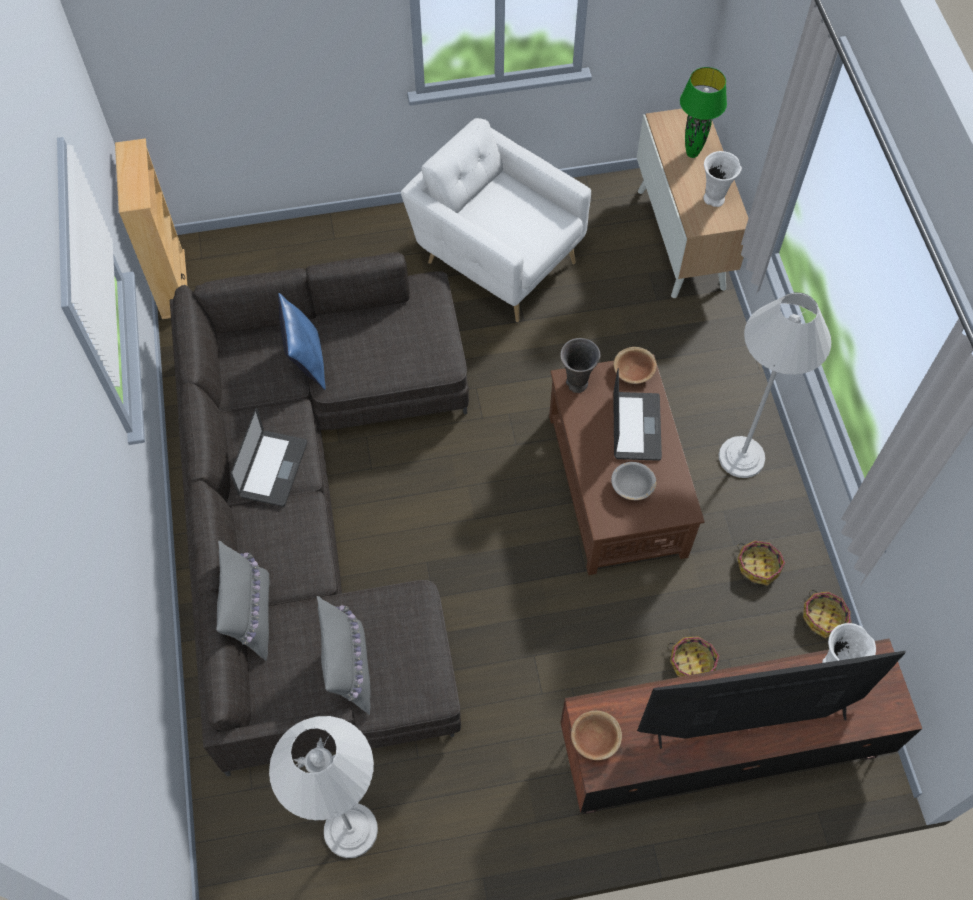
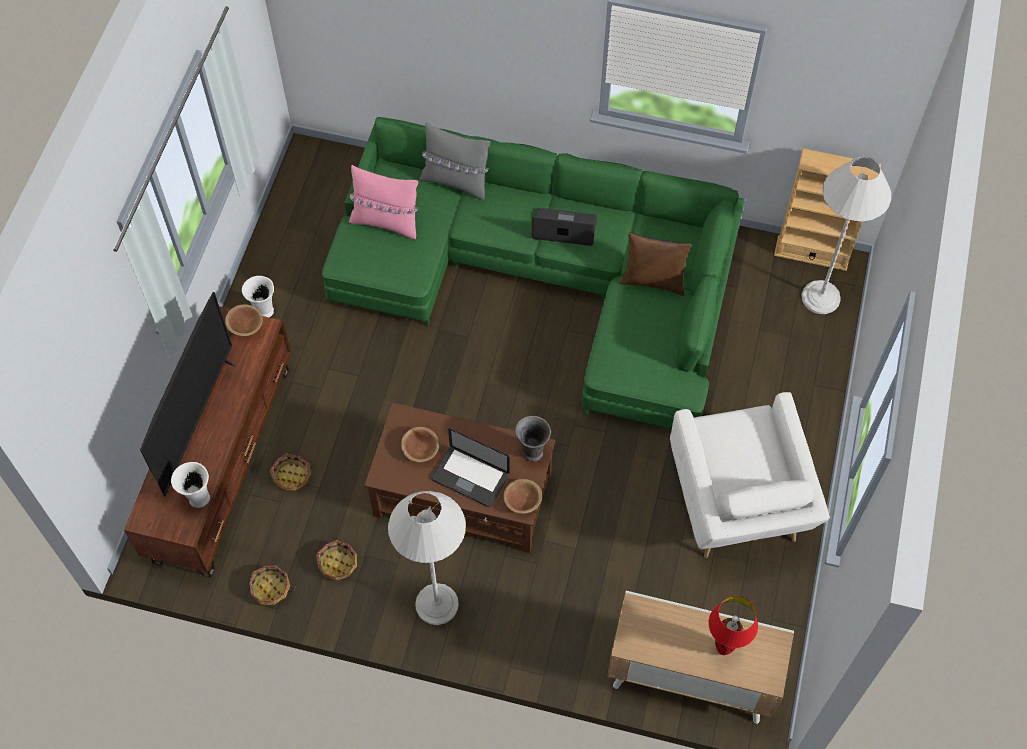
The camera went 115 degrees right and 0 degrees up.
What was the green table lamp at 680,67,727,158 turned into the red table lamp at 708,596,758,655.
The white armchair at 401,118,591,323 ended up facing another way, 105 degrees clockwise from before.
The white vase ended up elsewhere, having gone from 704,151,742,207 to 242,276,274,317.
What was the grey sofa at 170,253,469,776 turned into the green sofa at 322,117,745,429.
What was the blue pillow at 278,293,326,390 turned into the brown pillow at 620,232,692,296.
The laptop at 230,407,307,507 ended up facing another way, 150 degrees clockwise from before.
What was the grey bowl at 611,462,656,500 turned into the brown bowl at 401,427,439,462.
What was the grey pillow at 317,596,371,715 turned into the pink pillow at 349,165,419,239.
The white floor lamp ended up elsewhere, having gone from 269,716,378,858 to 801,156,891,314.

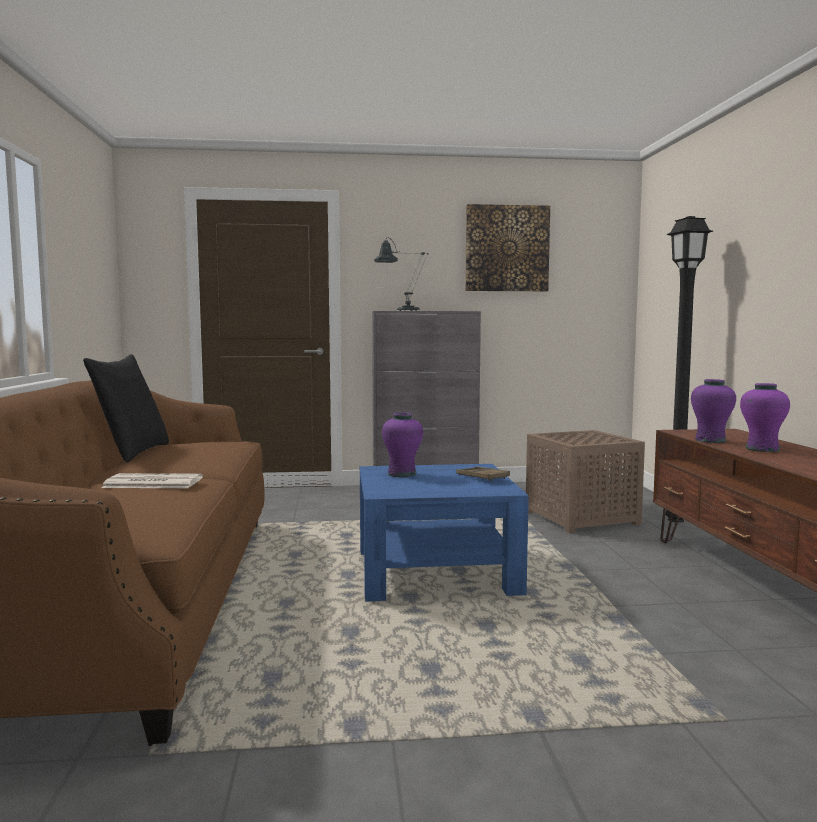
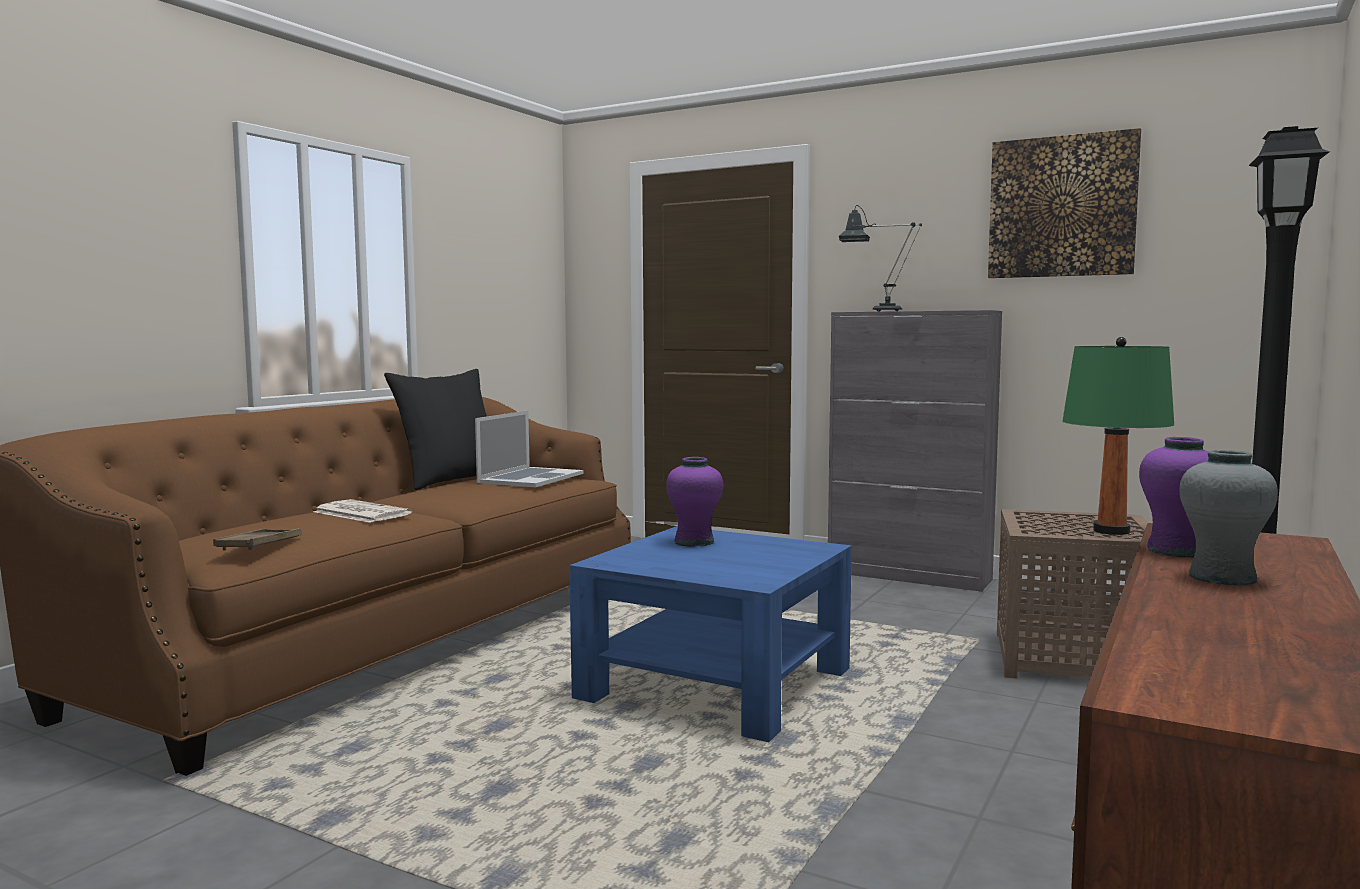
The camera went 35 degrees right and 0 degrees up.
What was the purple vase at 740,383,790,452 turned into the grey vase at 1179,450,1278,586.
The brown tray ended up elsewhere, having gone from 456,467,510,481 to 213,528,302,551.
The second view gained the green table lamp at 1062,337,1175,535.
The second view gained the laptop at 475,411,583,487.

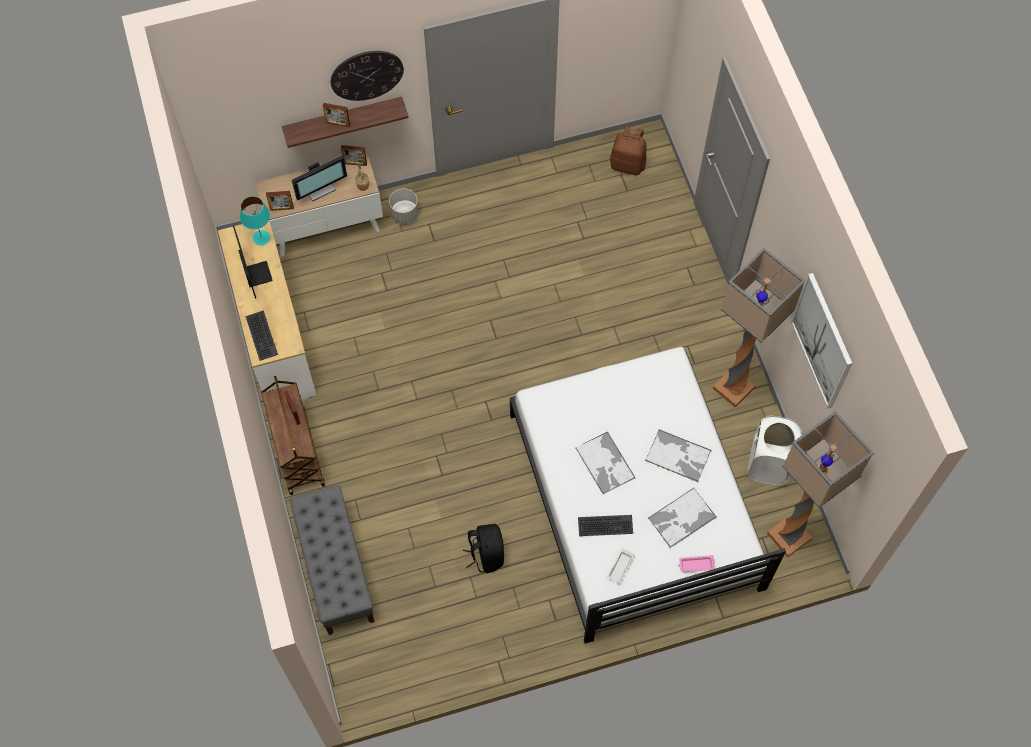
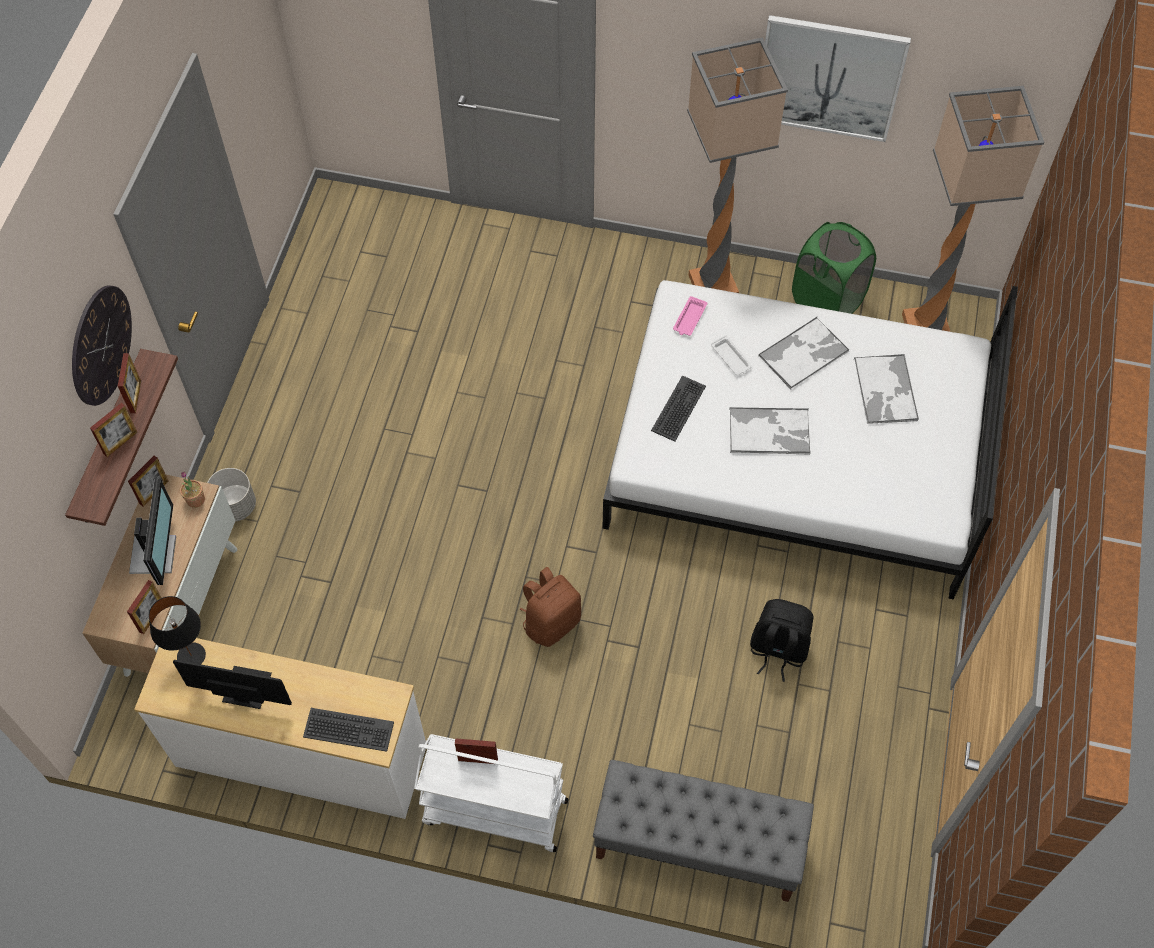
The camera went 60 degrees left and 5 degrees down.
The brown backpack ended up elsewhere, having gone from 610,125,646,176 to 520,567,581,647.
What was the turquoise table lamp at 240,196,270,245 turned into the black table lamp at 149,596,206,664.
What was the brown cart at 261,376,325,495 turned into the white cart at 414,734,569,852.
What was the white laundry basket at 747,416,802,486 turned into the green laundry basket at 792,222,876,314.
The keyboard ended up elsewhere, having gone from 578,515,633,536 to 651,375,706,442.
The white tray ended up elsewhere, having gone from 607,549,635,584 to 711,335,752,375.
The pink tray ended up elsewhere, having gone from 678,555,715,572 to 673,296,707,336.
The second view gained the picture frame at 118,353,141,413.

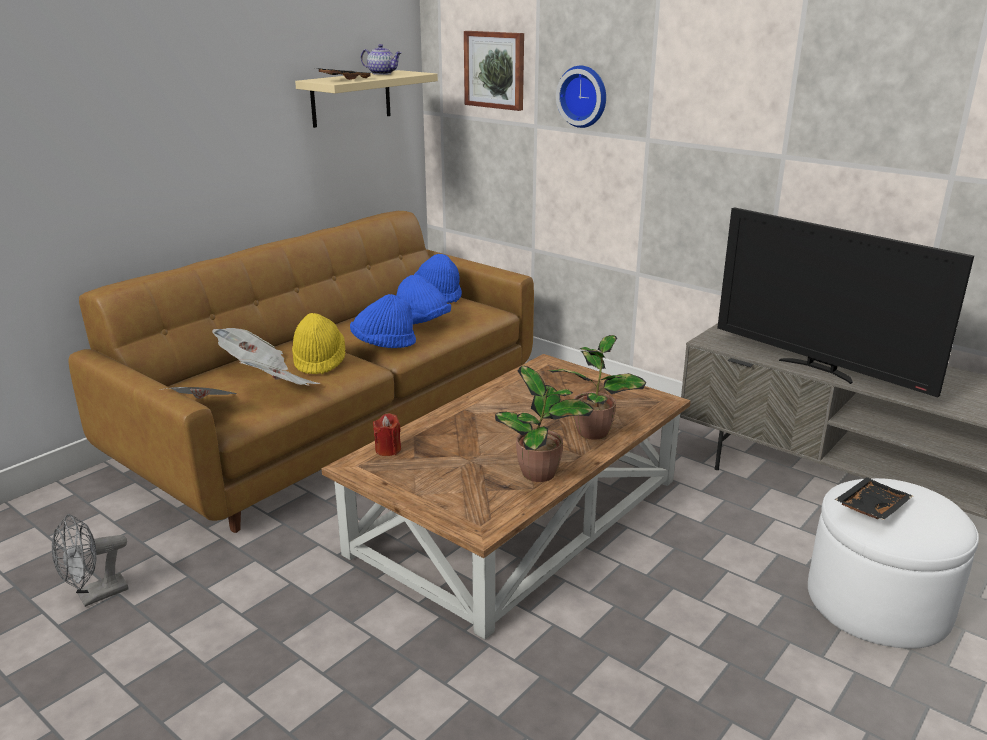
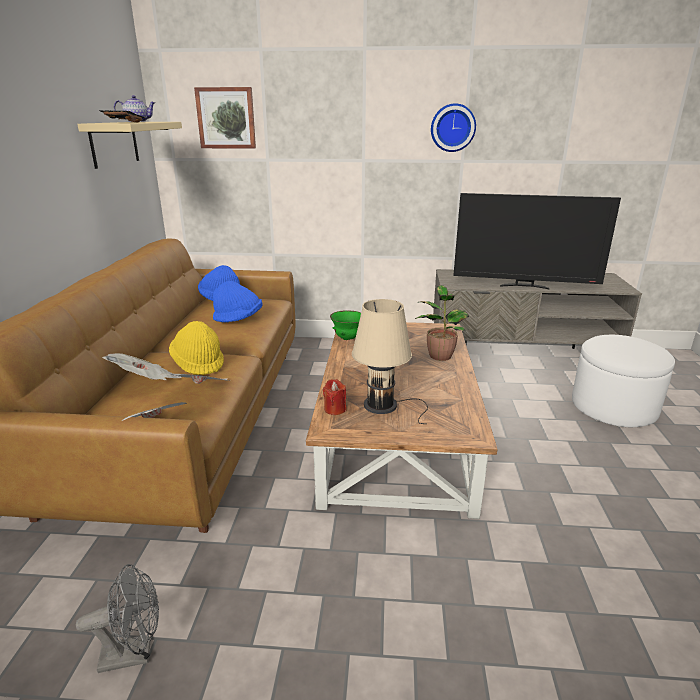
The camera went 35 degrees left and 0 degrees up.
The wall clock ended up elsewhere, having gone from 556,65,606,128 to 431,103,476,152.
The second view lost the blue hat at 350,294,416,348.
The second view lost the potted plant at 495,366,594,482.
The second view lost the black tray at 835,477,913,520.
The grey fan at 52,514,129,607 ended up facing another way, 120 degrees counterclockwise from before.
The second view gained the beige table lamp at 352,299,428,424.
The second view gained the green bowl at 330,310,361,340.

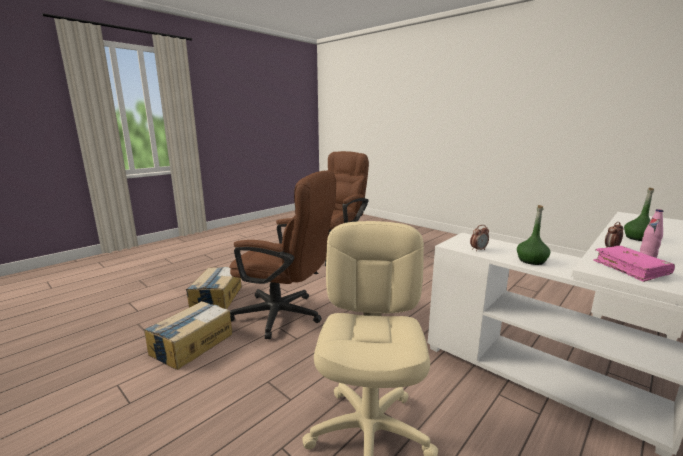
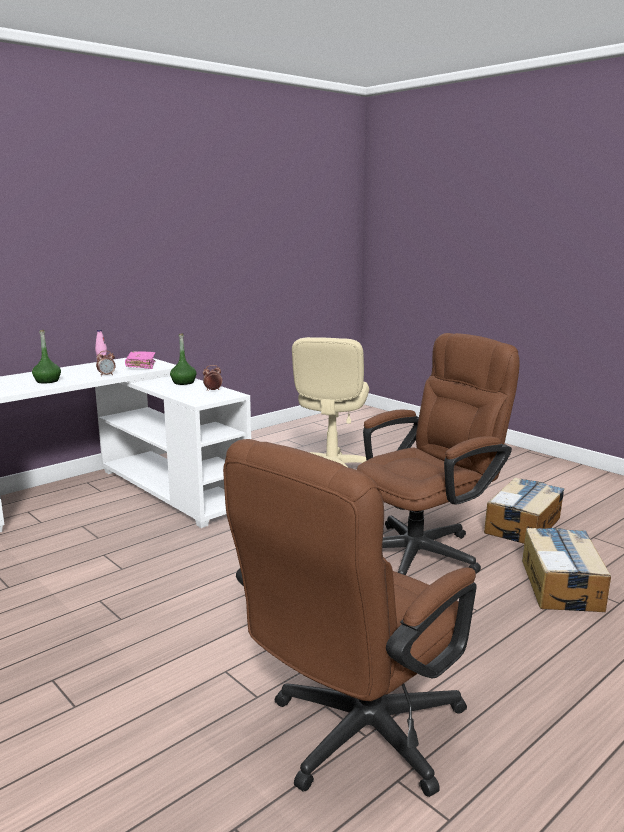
The camera went 175 degrees left and 0 degrees up.
The brown office chair at 229,170,336,339 ended up facing another way, 120 degrees clockwise from before.

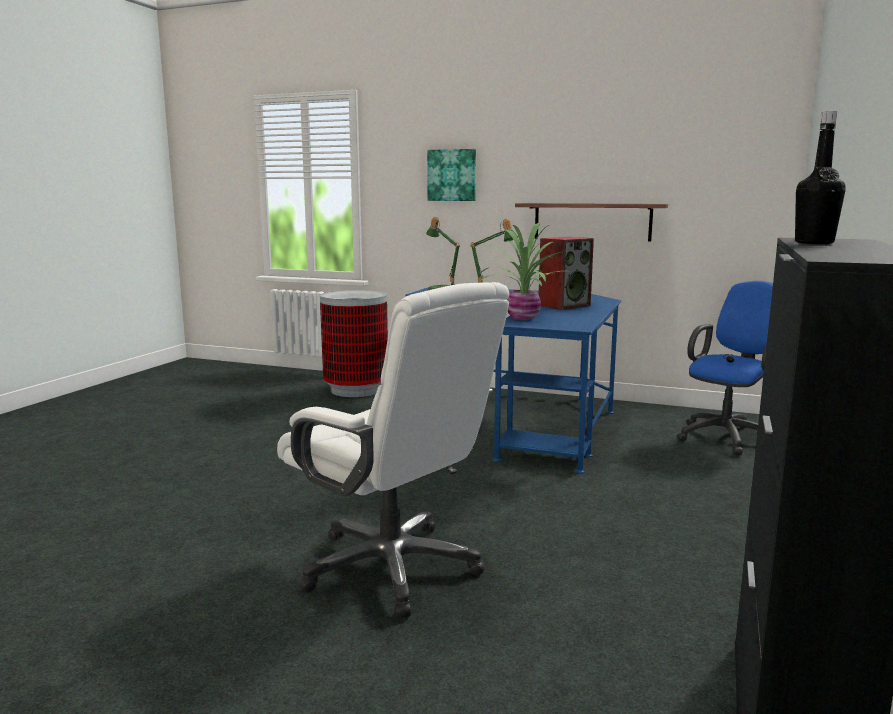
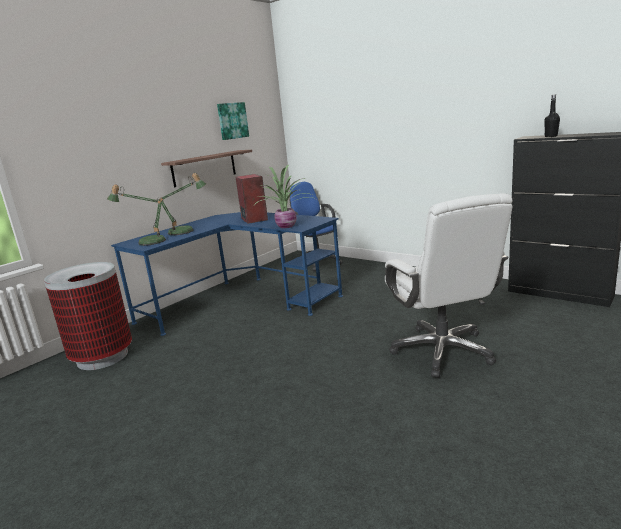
The camera went 70 degrees left and 5 degrees up.
The picture ended up elsewhere, having gone from 427,149,476,201 to 217,102,249,140.
The white office chair at 277,282,510,618 ended up facing another way, 105 degrees clockwise from before.

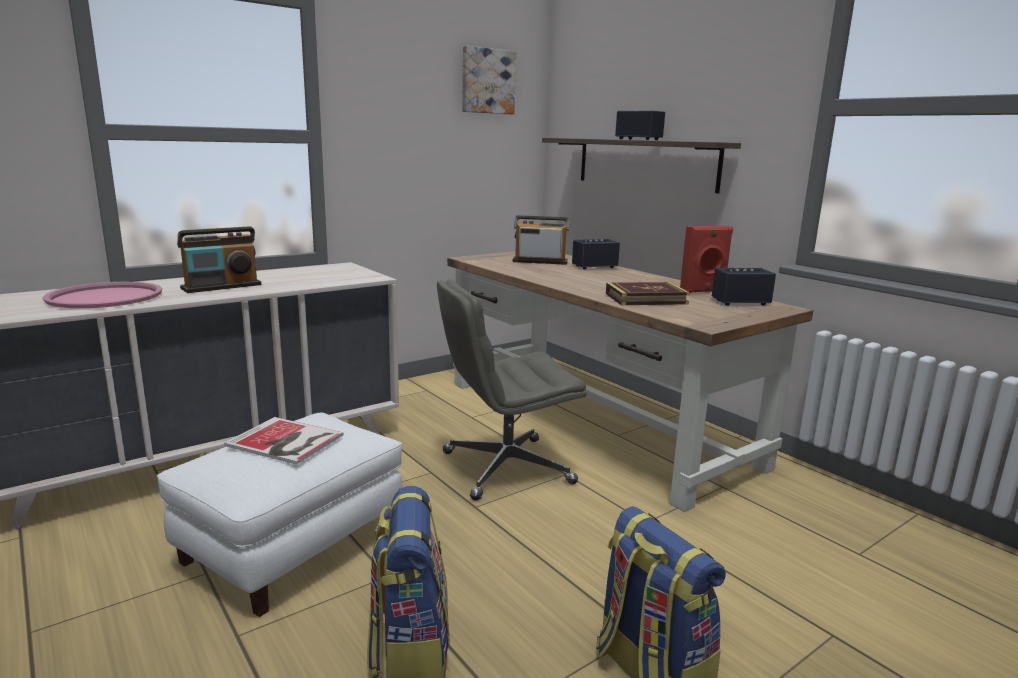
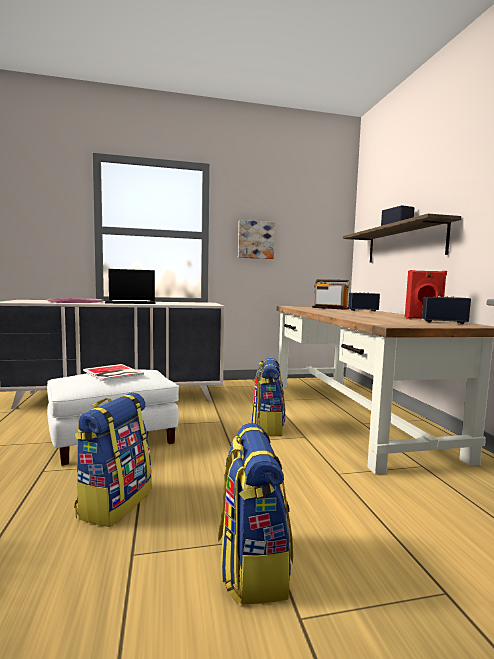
The camera went 25 degrees right and 10 degrees down.
The picture ended up elsewhere, having gone from 462,46,516,114 to 238,220,275,259.
Where the radio stood at 177,226,261,293, the laptop came to stand at 105,269,155,304.
Where the grey office chair stood at 437,279,587,501, the backpack came to stand at 251,358,286,436.
The second view lost the book at 606,282,690,305.

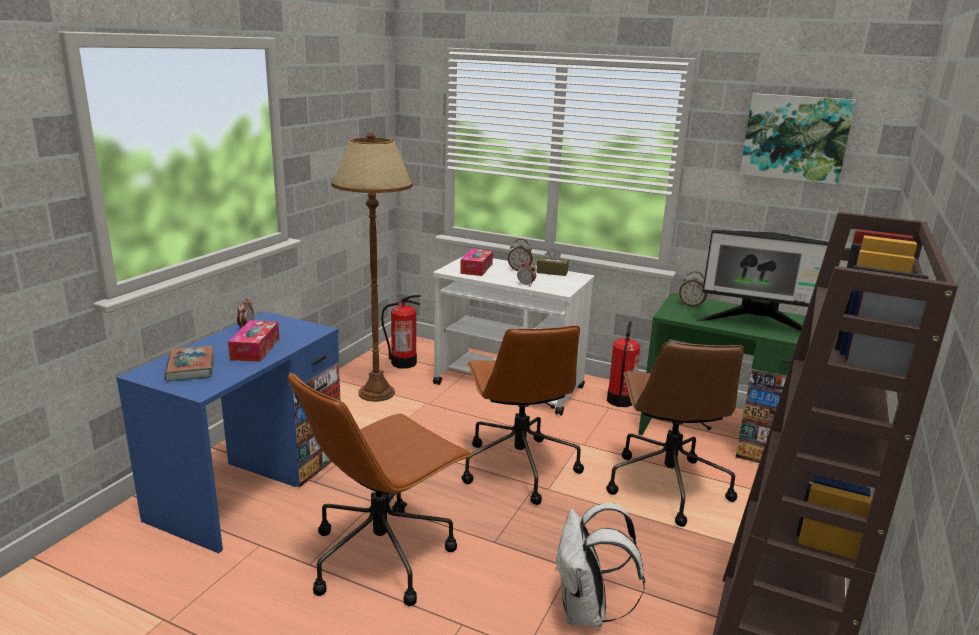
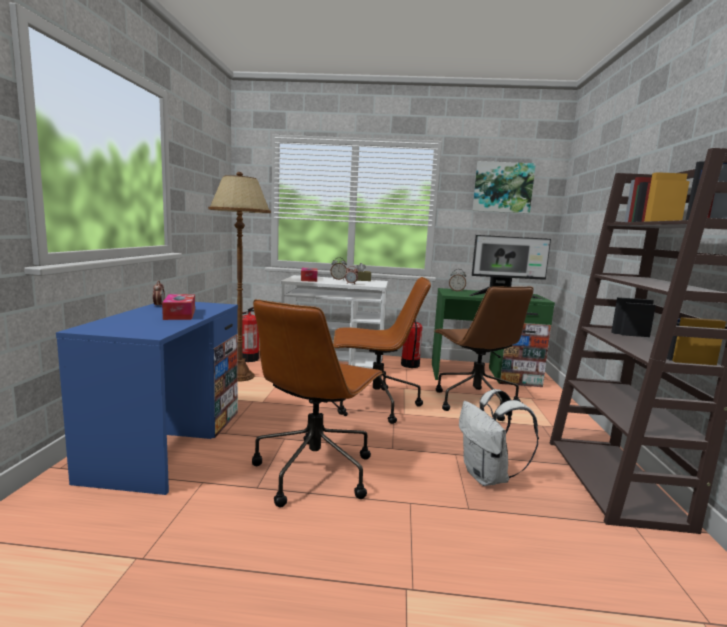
The camera went 20 degrees left and 10 degrees down.
The brown office chair at 462,325,584,505 ended up facing another way, 60 degrees counterclockwise from before.
The second view lost the book at 164,346,214,381.

